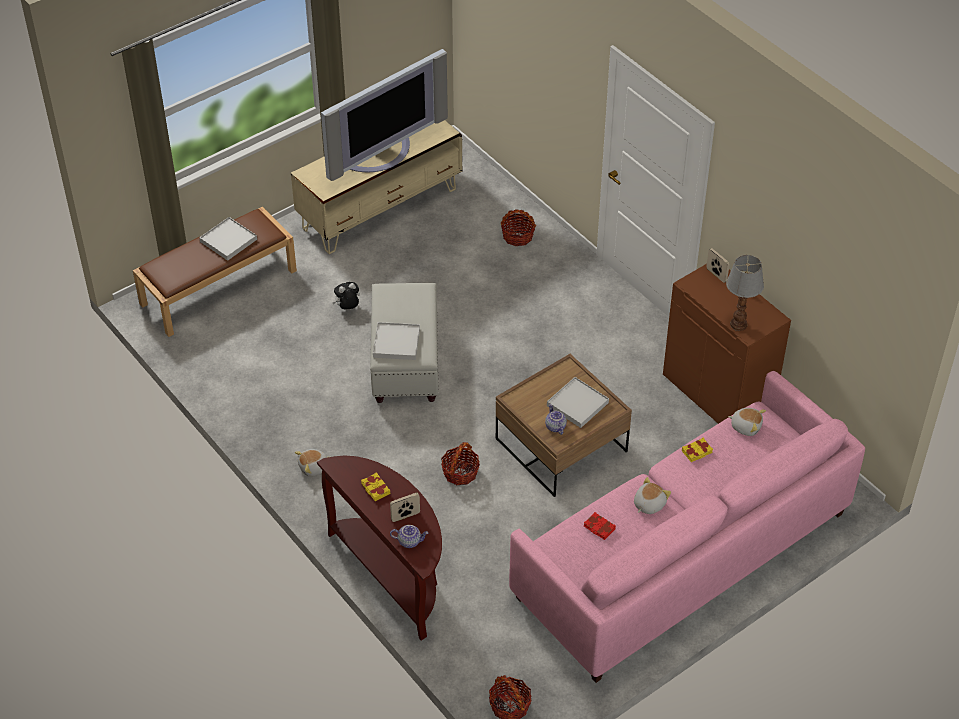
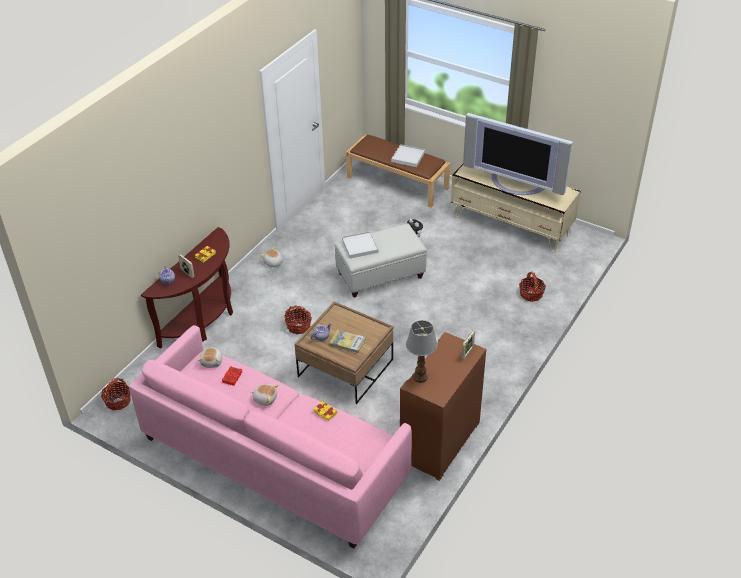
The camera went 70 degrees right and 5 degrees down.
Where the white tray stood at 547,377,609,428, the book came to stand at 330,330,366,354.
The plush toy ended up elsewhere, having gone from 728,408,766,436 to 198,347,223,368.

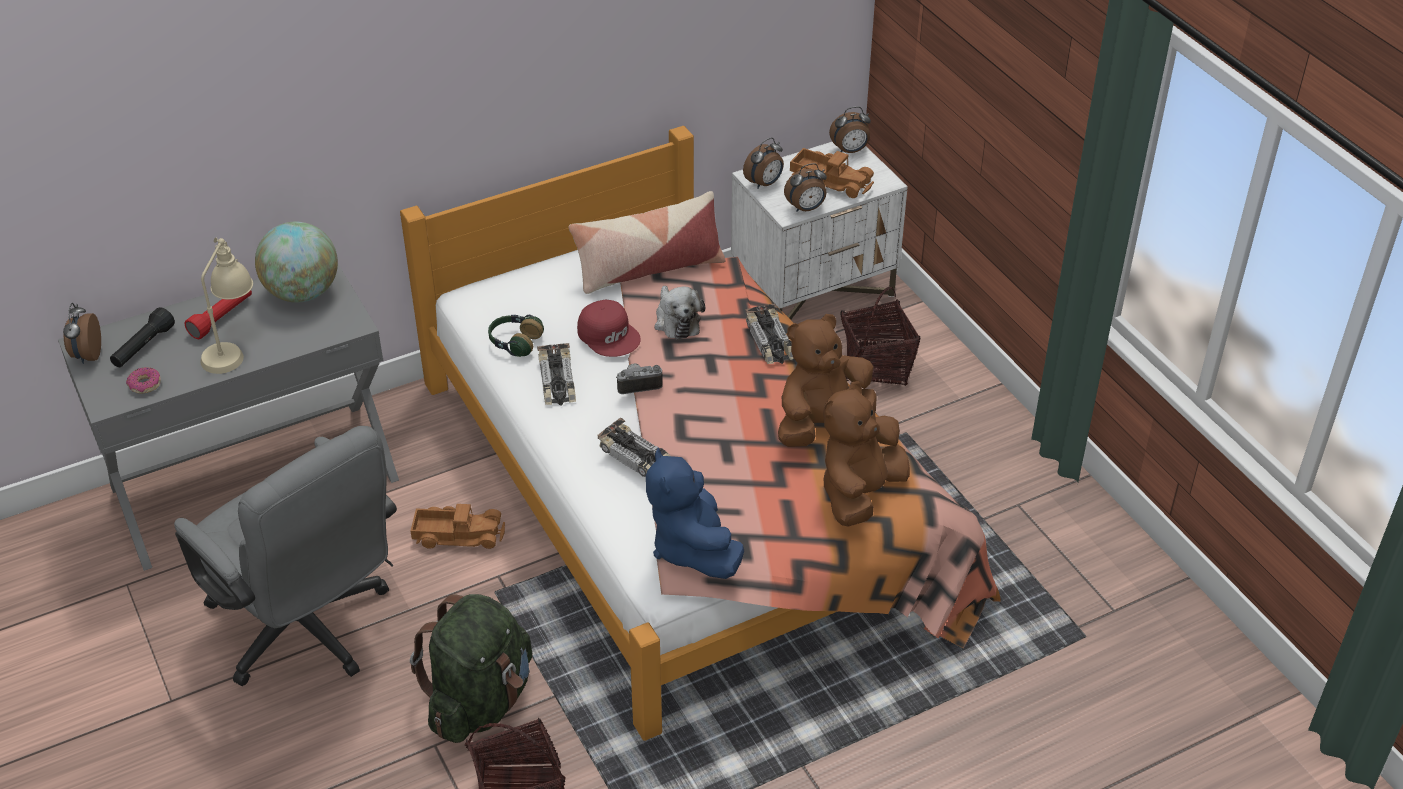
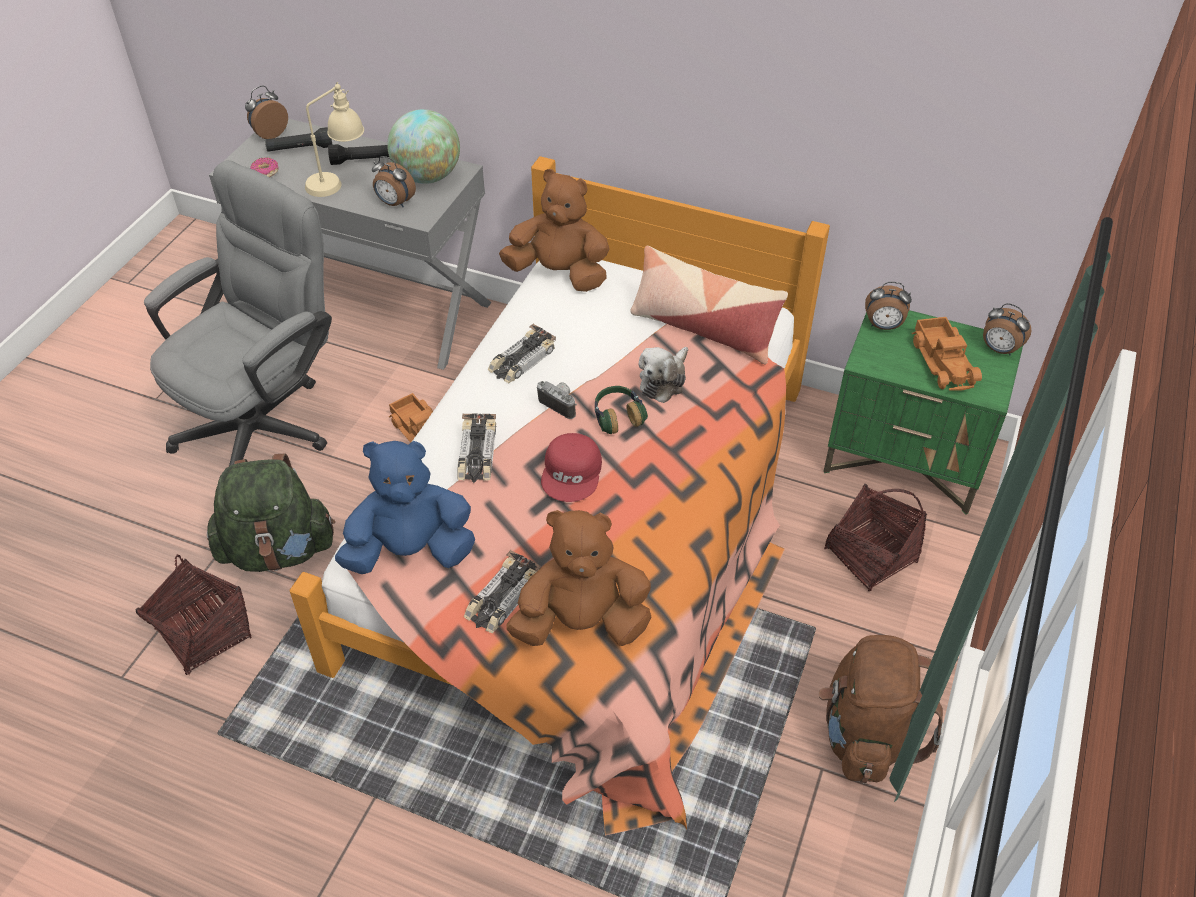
The camera went 50 degrees right and 5 degrees up.
What was the white nightstand at 731,142,908,320 turned into the green nightstand at 824,310,1023,515.
The alarm clock ended up elsewhere, having gone from 784,163,827,212 to 372,156,416,207.
What was the red flashlight at 184,290,252,340 turned into the black flashlight at 328,144,389,165.
The red cap ended up elsewhere, having gone from 577,300,641,357 to 541,433,602,502.
The toy car ended up elsewhere, having gone from 745,303,794,364 to 464,550,541,633.
The brown plush toy ended up elsewhere, having gone from 778,314,877,447 to 499,169,610,292.
The headphones ended up elsewhere, having gone from 488,315,544,357 to 595,386,648,434.
The grey office chair at 174,426,397,686 ended up facing another way, 150 degrees counterclockwise from before.
The blue plush toy at 646,448,744,579 ended up facing another way, 45 degrees clockwise from before.
The second view gained the brown backpack at 818,635,944,783.

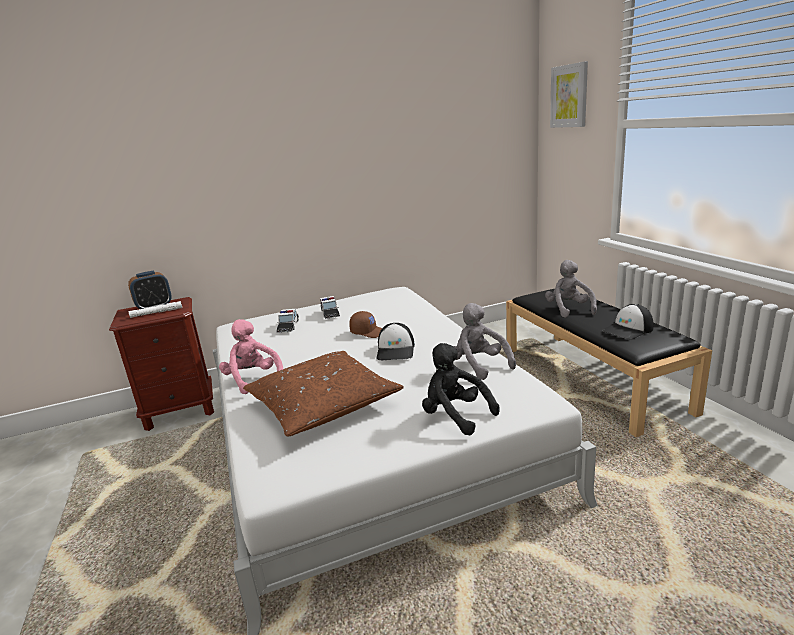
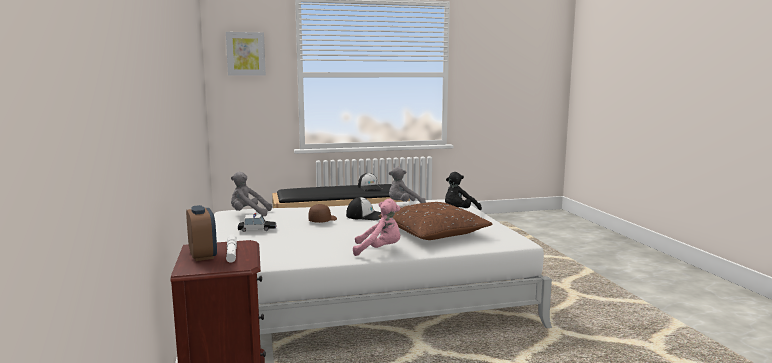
The camera went 85 degrees left and 10 degrees down.
The grey plush toy ended up elsewhere, having gone from 545,260,597,318 to 231,172,272,216.
The second view lost the toy car at 277,309,299,333.
The pink plush toy at 219,319,283,394 ended up facing another way, 150 degrees counterclockwise from before.

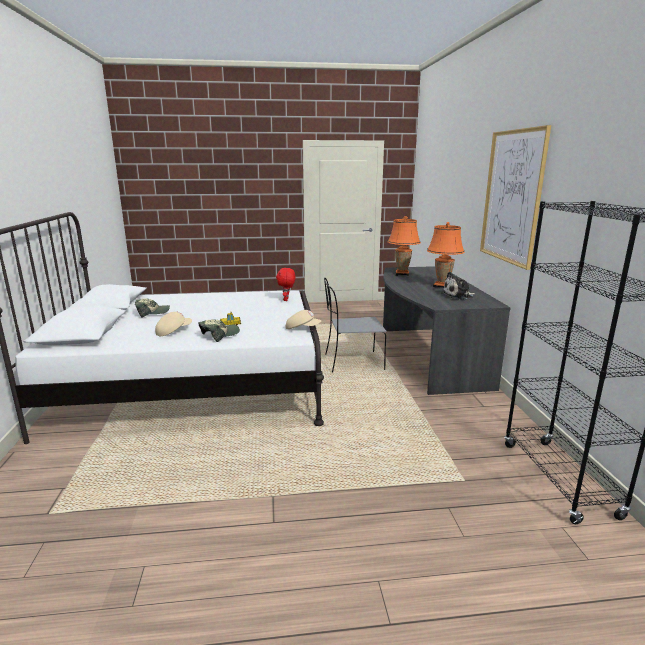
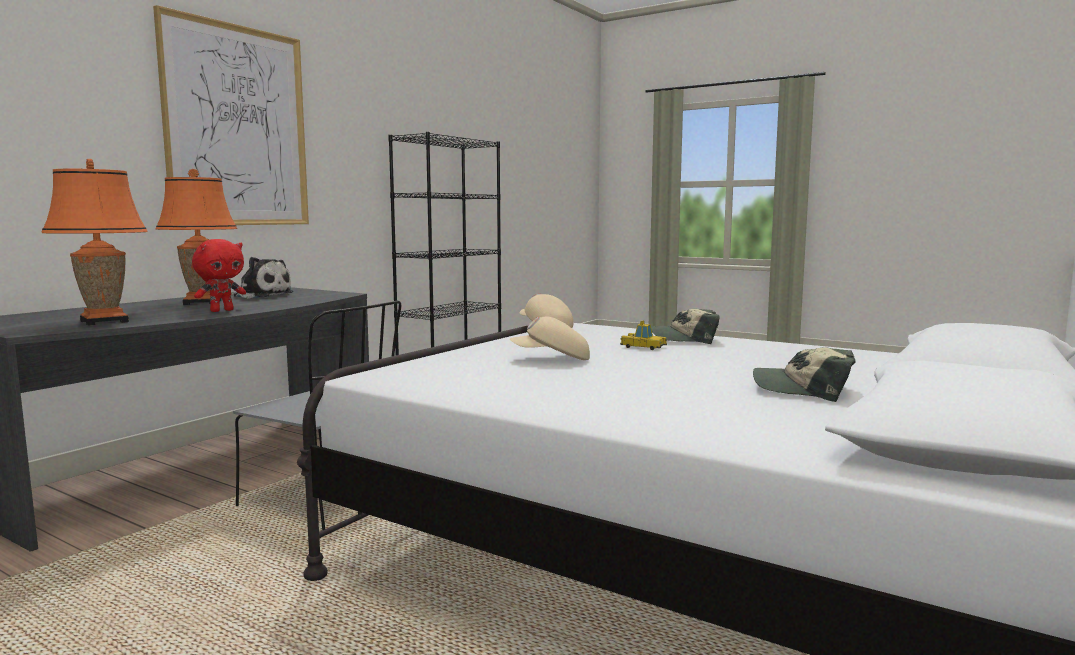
The camera went 140 degrees left and 10 degrees down.
The red plush toy ended up elsewhere, having gone from 276,268,296,301 to 192,239,246,312.
The beige cap ended up elsewhere, having gone from 155,311,192,336 to 510,317,590,360.

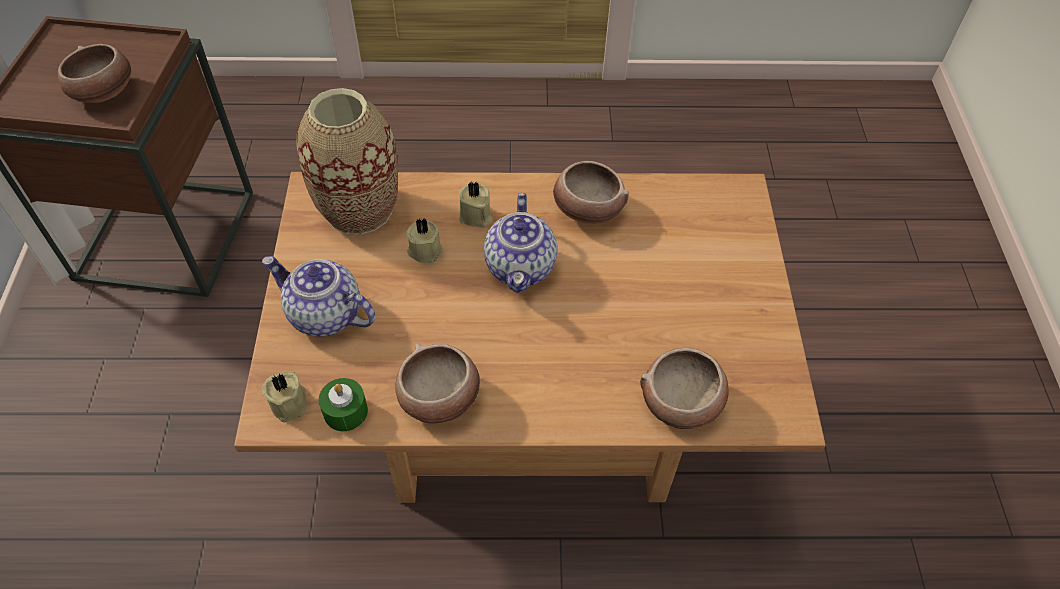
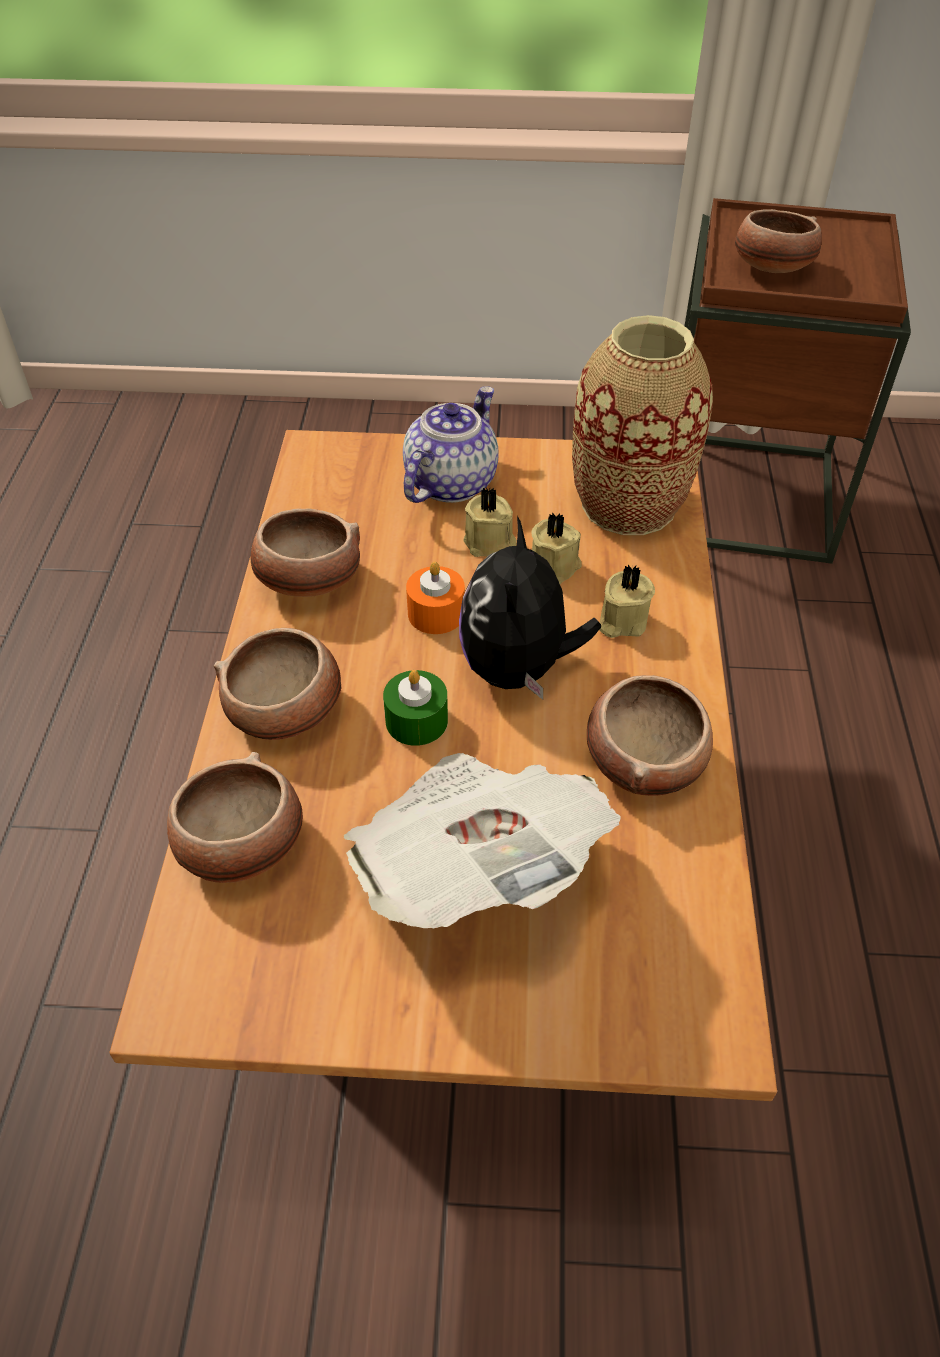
The camera went 95 degrees right and 5 degrees down.
Where the teapot stood at 484,193,557,293, the plush toy came to stand at 459,516,601,700.
The beige candle ended up elsewhere, having gone from 262,372,307,422 to 464,487,517,557.
The green candle ended up elsewhere, having gone from 319,378,368,431 to 383,670,448,746.
The second view gained the orange candle at 406,562,465,634.
The second view gained the bowl at 214,628,341,740.
The second view gained the newspaper at 344,753,621,928.

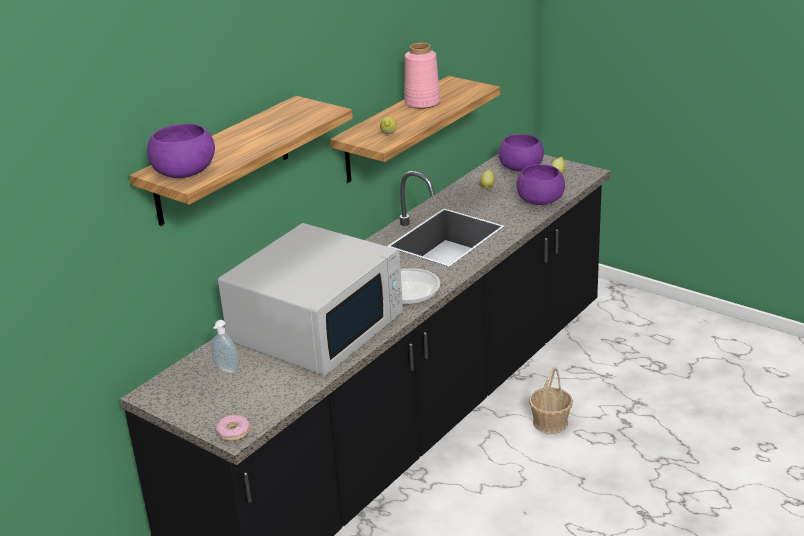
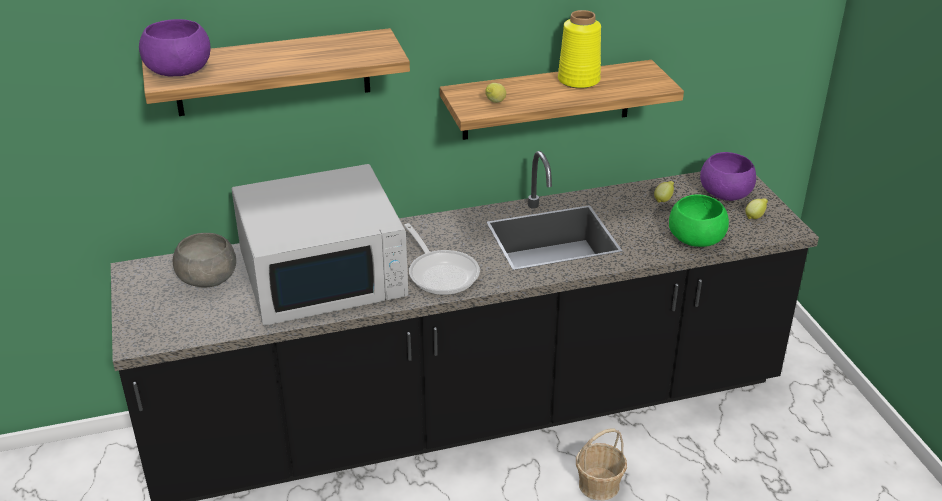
The camera went 35 degrees right and 5 degrees up.
What was the pink vase at 404,43,441,109 turned into the yellow vase at 558,10,601,89.
What was the purple bowl at 517,164,565,205 turned into the green bowl at 669,194,729,247.
Where the soap dispenser stood at 211,320,239,373, the grey bowl came to stand at 173,233,236,288.
The second view lost the donut at 215,415,250,441.

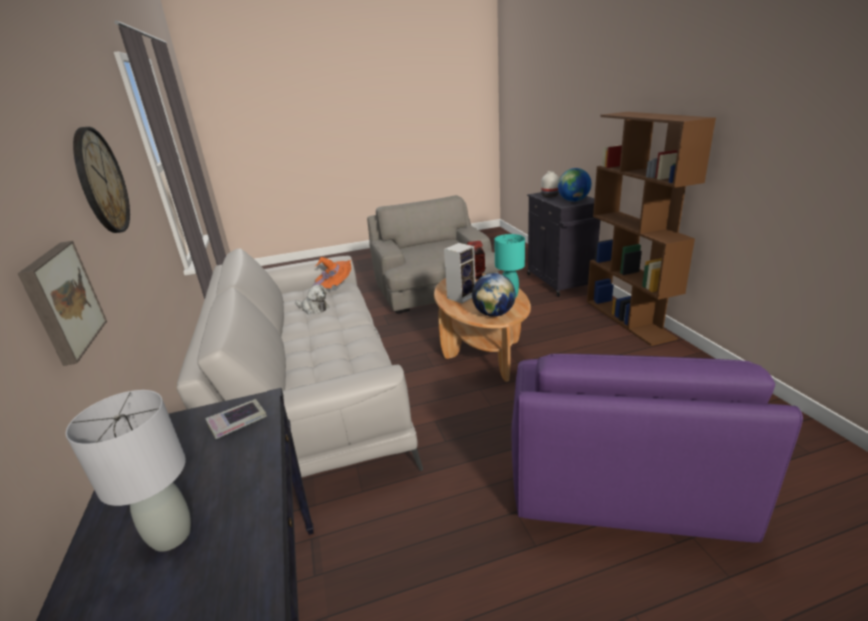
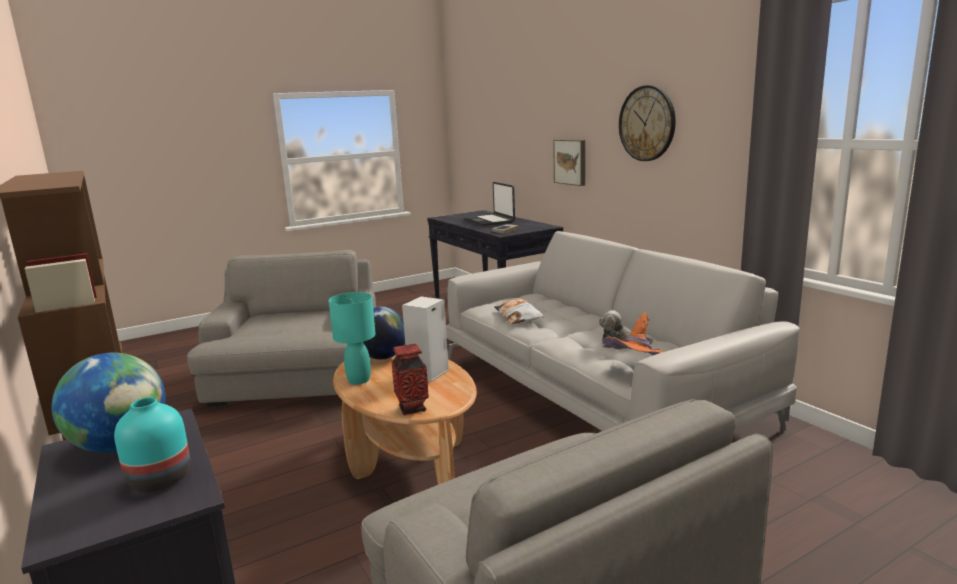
The camera went 165 degrees right and 10 degrees down.
What was the white vase at 541,171,559,198 turned into the turquoise vase at 114,397,190,492.
What was the purple armchair at 511,354,803,543 turned into the grey armchair at 187,250,376,407.
Where the grey table lamp stood at 66,390,191,552, the laptop came to stand at 465,182,515,226.
The second view gained the pillow at 494,298,544,324.

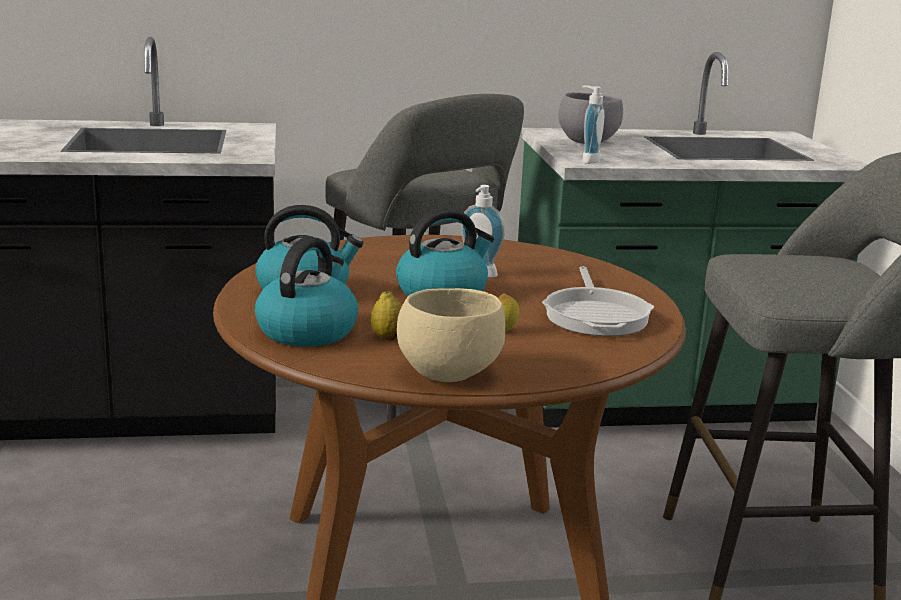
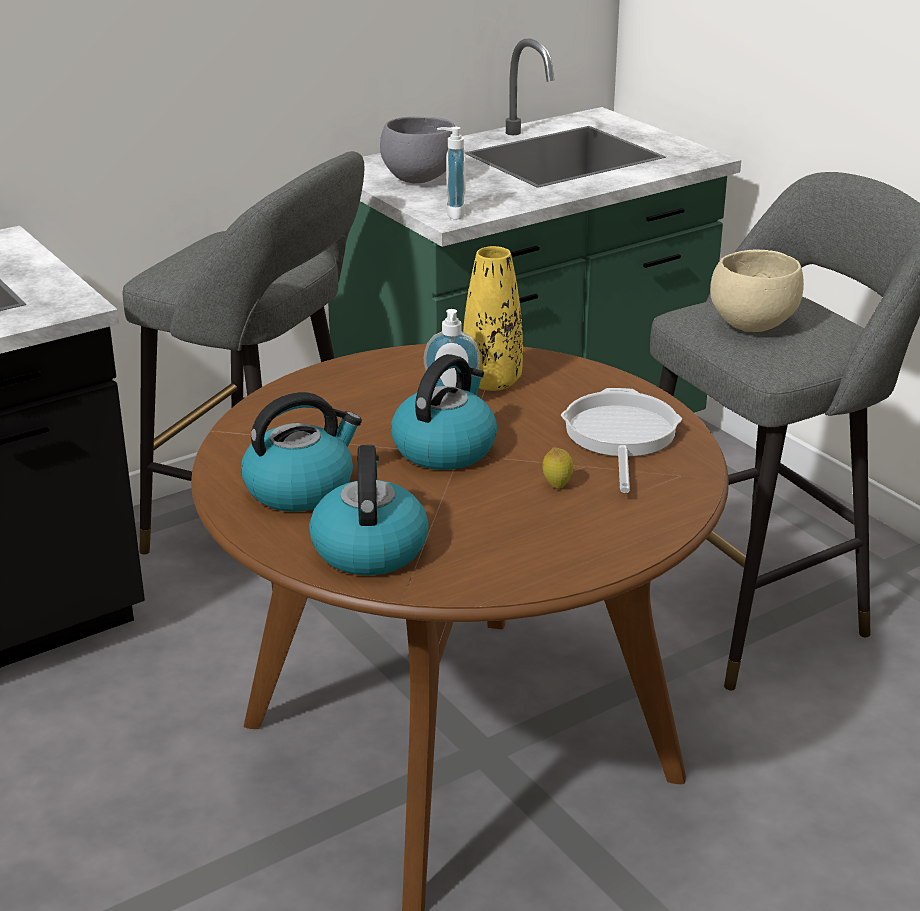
The camera went 25 degrees left and 10 degrees up.
The frying pan at 542,266,654,336 ended up facing another way, 150 degrees counterclockwise from before.
The beige bowl ended up elsewhere, having gone from 397,288,505,382 to 710,250,804,332.
The second view lost the lemon at 371,291,402,340.
The second view gained the yellow vase at 463,246,523,391.

